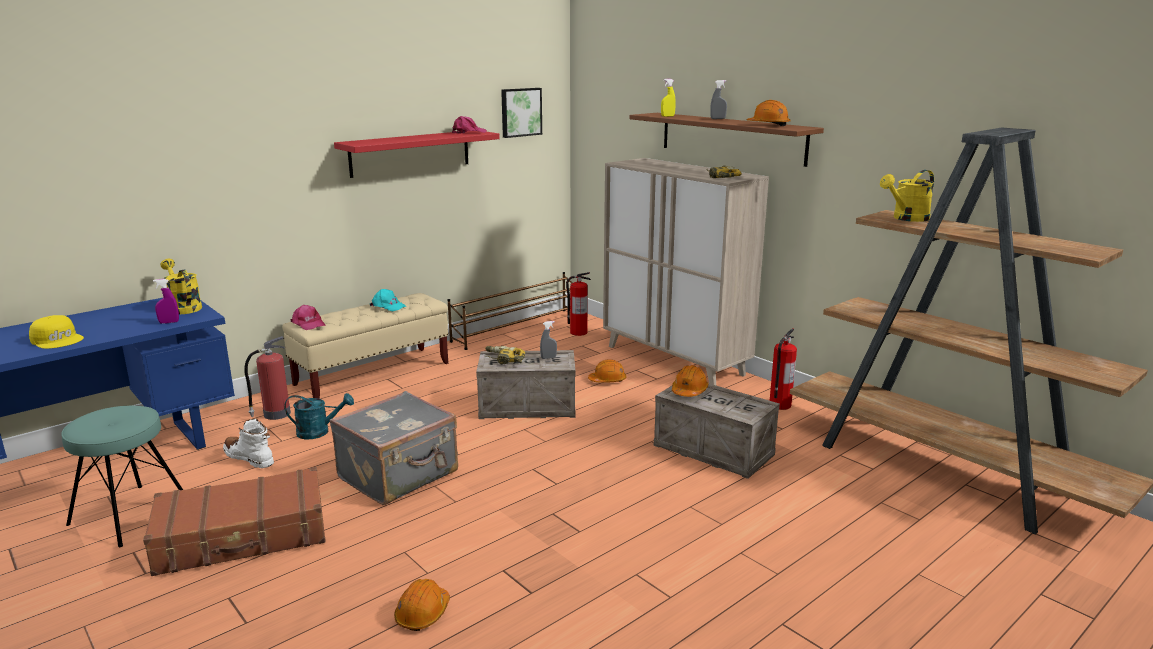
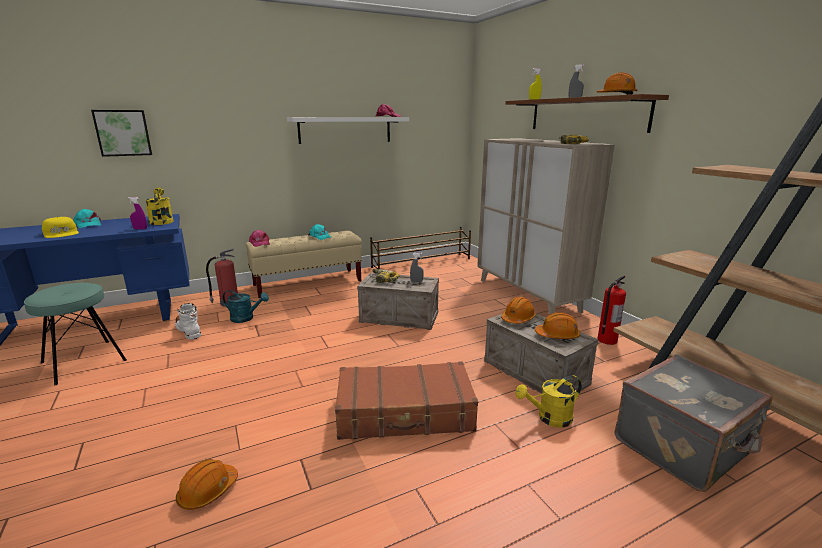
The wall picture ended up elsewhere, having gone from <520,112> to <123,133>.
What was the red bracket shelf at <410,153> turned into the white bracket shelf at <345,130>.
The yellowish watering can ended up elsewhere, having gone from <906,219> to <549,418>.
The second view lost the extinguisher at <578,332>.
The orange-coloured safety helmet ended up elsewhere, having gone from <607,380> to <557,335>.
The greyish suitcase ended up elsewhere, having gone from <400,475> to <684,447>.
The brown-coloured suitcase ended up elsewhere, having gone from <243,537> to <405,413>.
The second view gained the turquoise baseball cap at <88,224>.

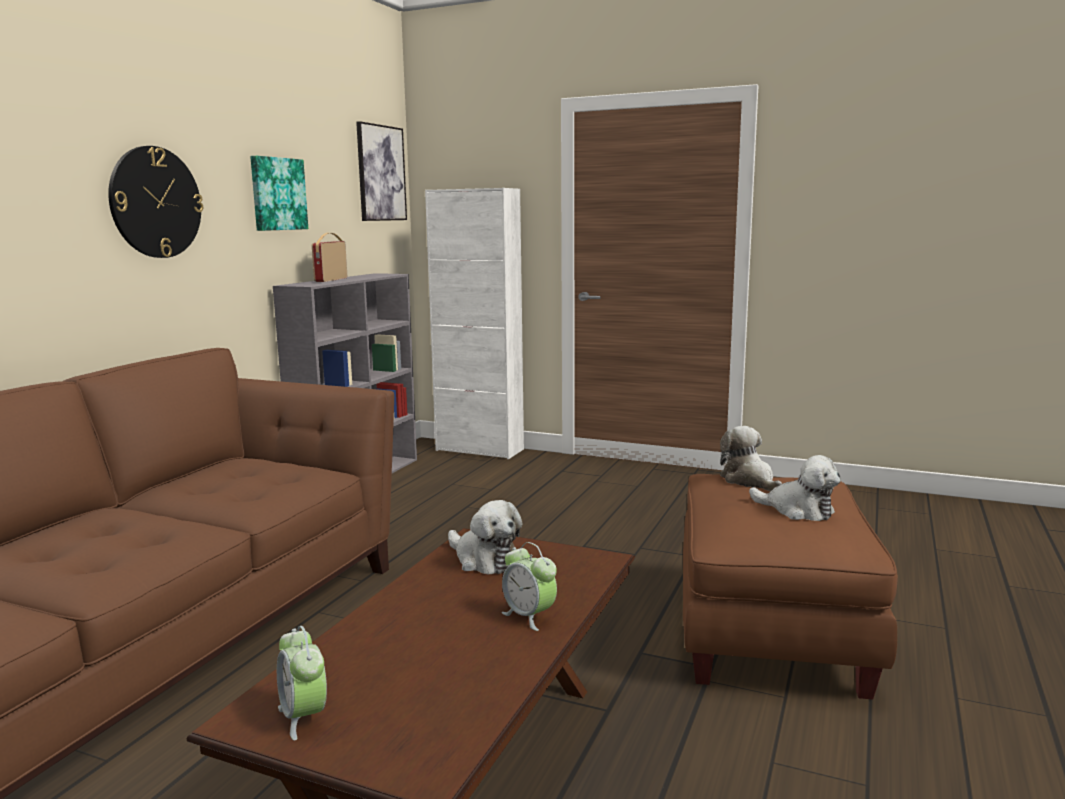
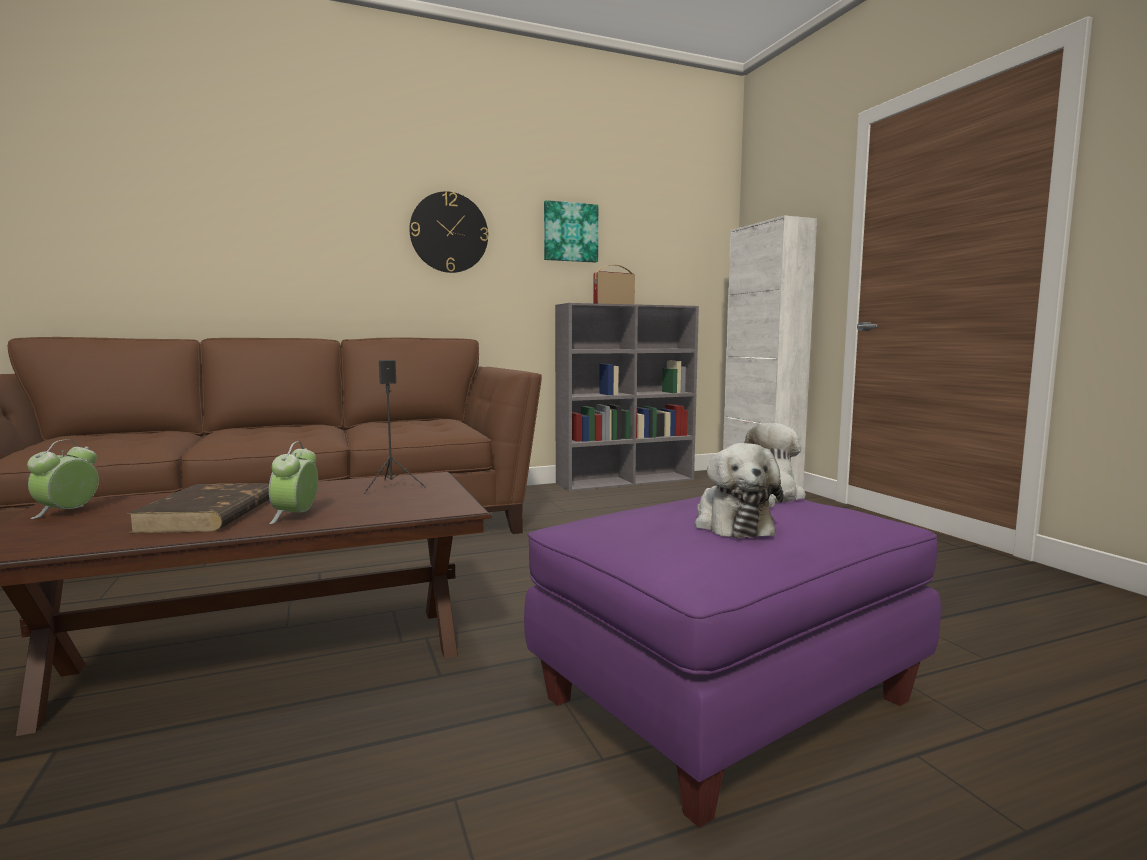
The second view lost the wall picture at <381,173>.
What was the brown-coloured ottoman at <768,631> turned into the purple-coloured ottoman at <726,698>.
Where the soft toy stood at <484,560>, the black speaker came to stand at <392,486>.
The second view gained the brown-coloured book at <208,515>.

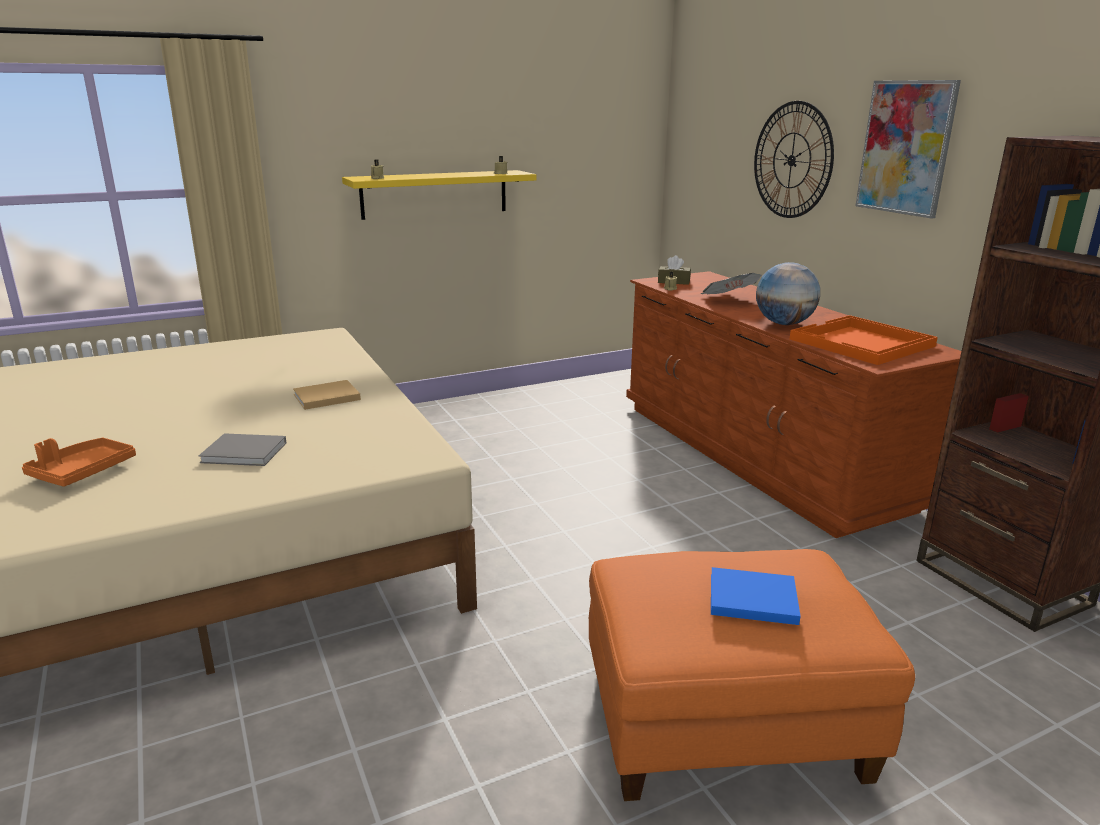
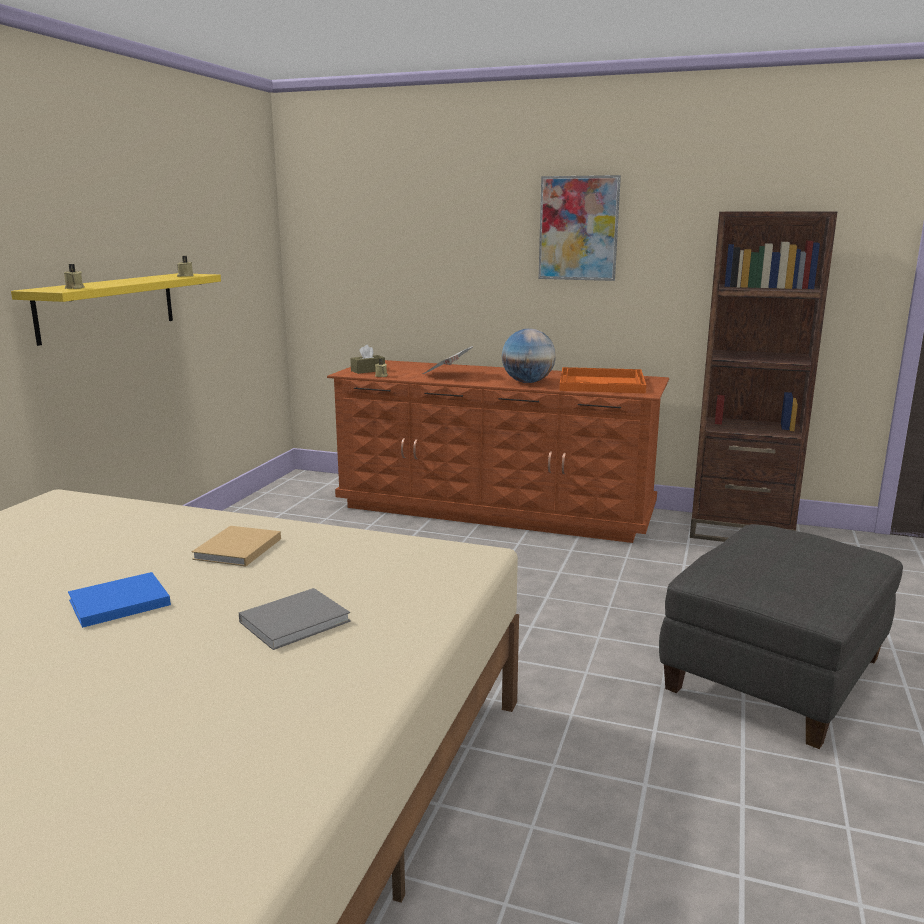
The second view lost the hanging clock at <792,160>.
The second view lost the orange-coloured tray at <82,472>.
What was the orange-coloured ottoman at <725,722> turned into the greyish ottoman at <774,674>.
The blue-coloured book ended up elsewhere, having gone from <749,598> to <116,603>.

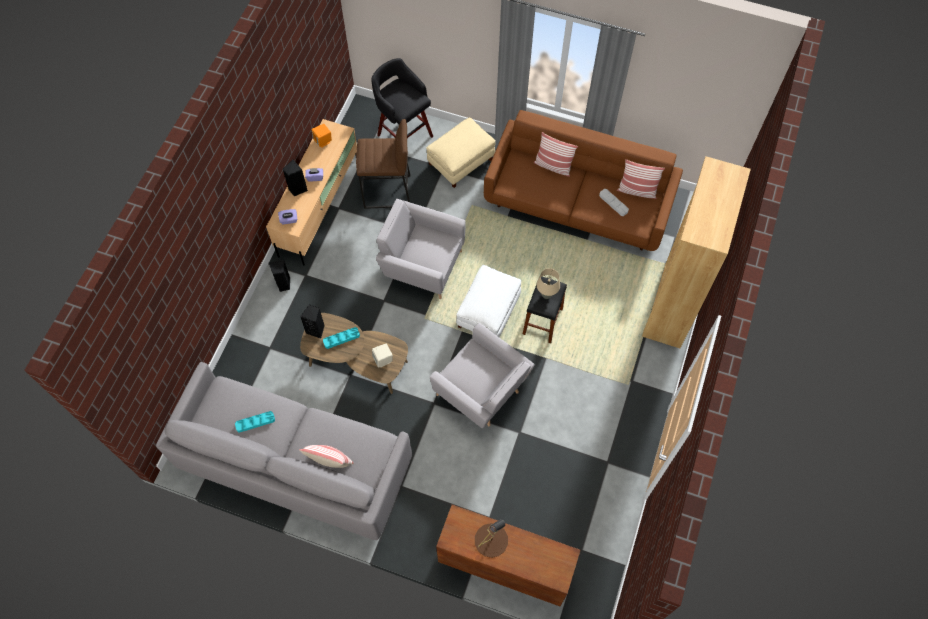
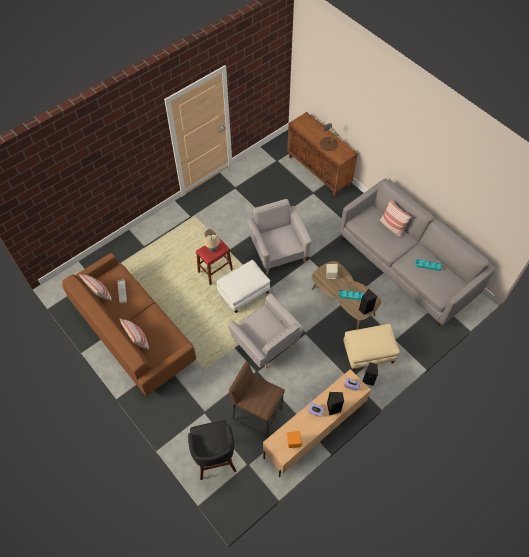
The beige-coloured ottoman ended up elsewhere, having gone from <461,162> to <368,352>.
The second view lost the brown-coloured bookcase at <671,305>.
What was the black sitting stool at <542,321> turned into the red sitting stool at <215,271>.

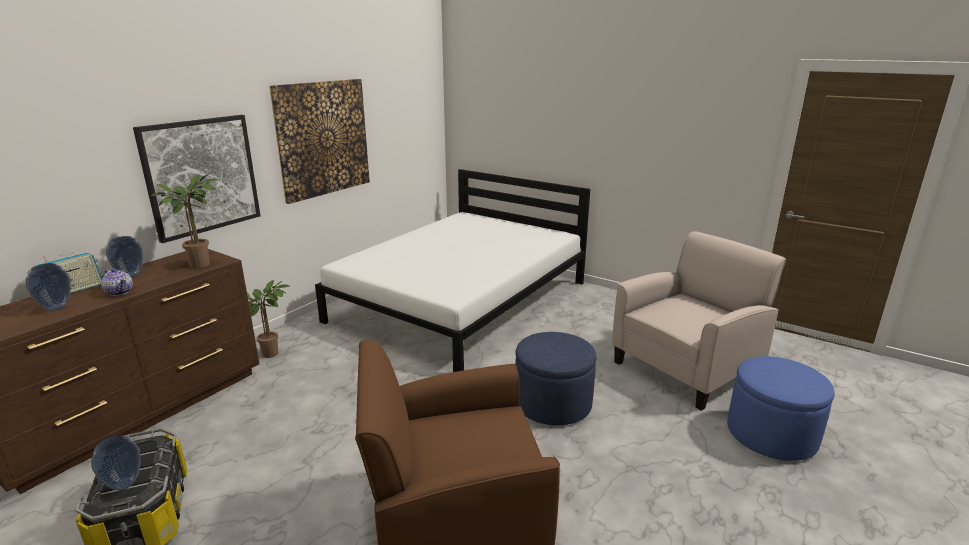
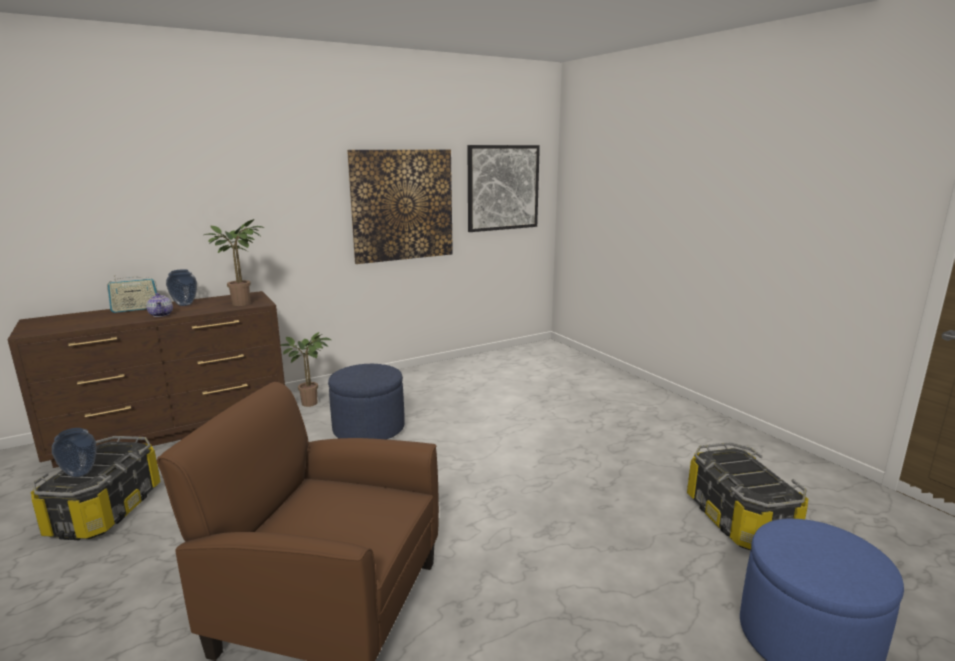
The wall picture ended up elsewhere, having gone from <202,176> to <503,187>.
The second view lost the white sleeping bed at <462,301>.
Where the beige-coloured armchair stood at <686,368>, the storage box came to stand at <740,520>.
The second view lost the flower vase at <57,307>.
The blue-coloured ottoman ended up elsewhere, having gone from <552,403> to <369,428>.

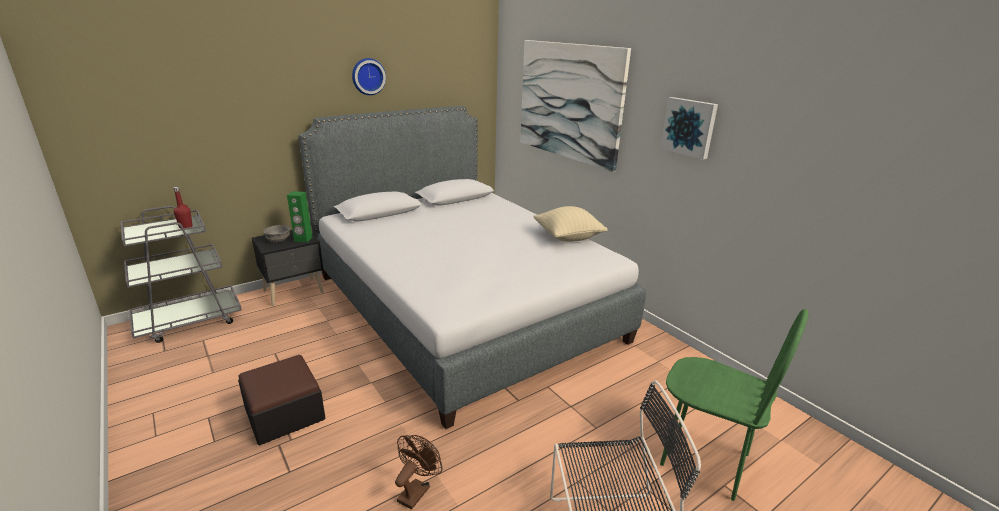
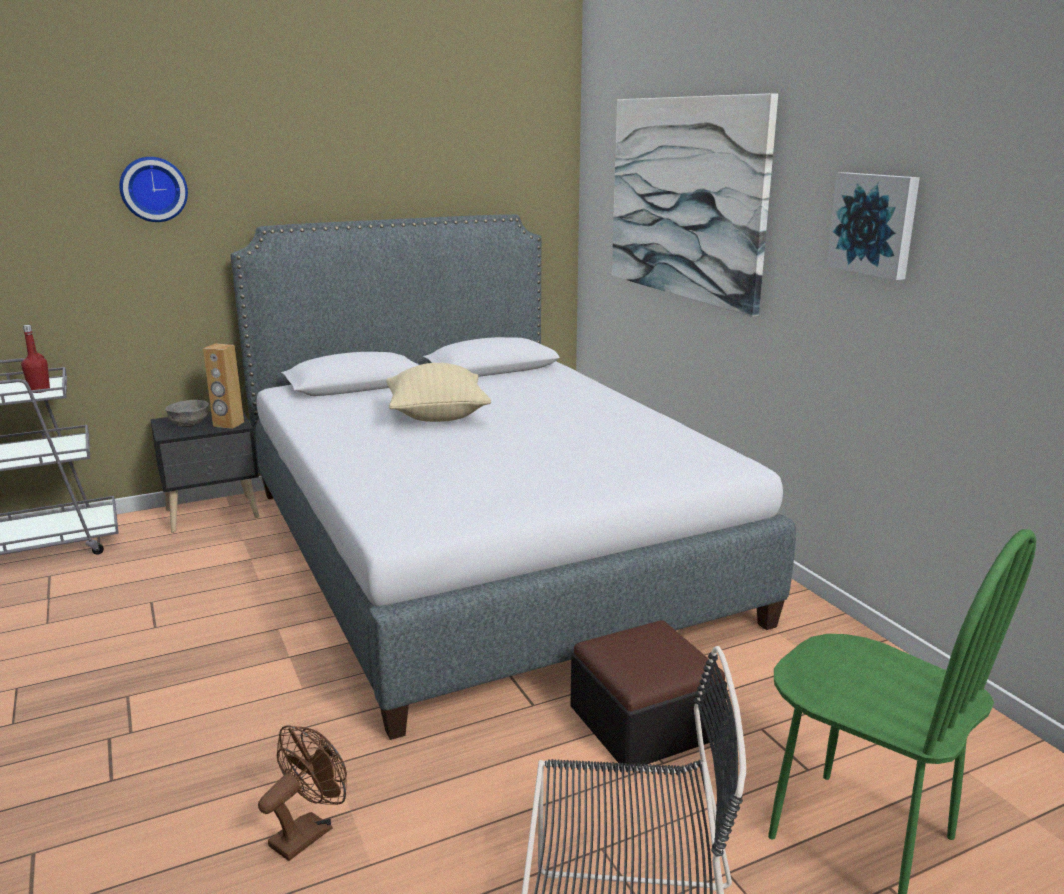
The hanging clock ended up elsewhere, having gone from <368,76> to <153,189>.
What was the greenish speaker at <303,239> turned into the brown-coloured speaker at <228,424>.
The beige-coloured pillow ended up elsewhere, having gone from <568,237> to <437,416>.
The ottoman ended up elsewhere, having gone from <284,413> to <644,722>.

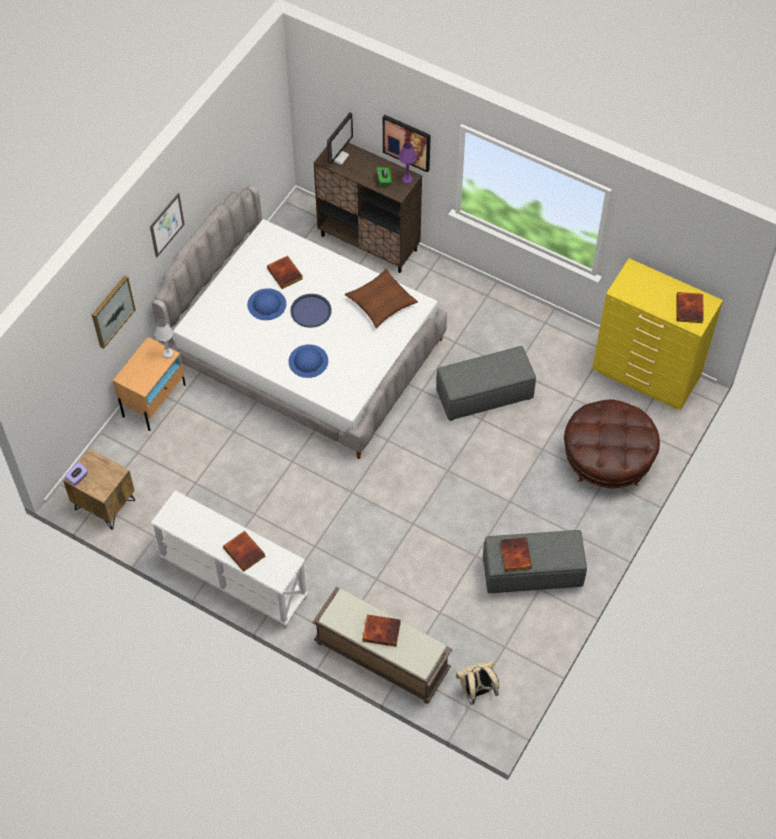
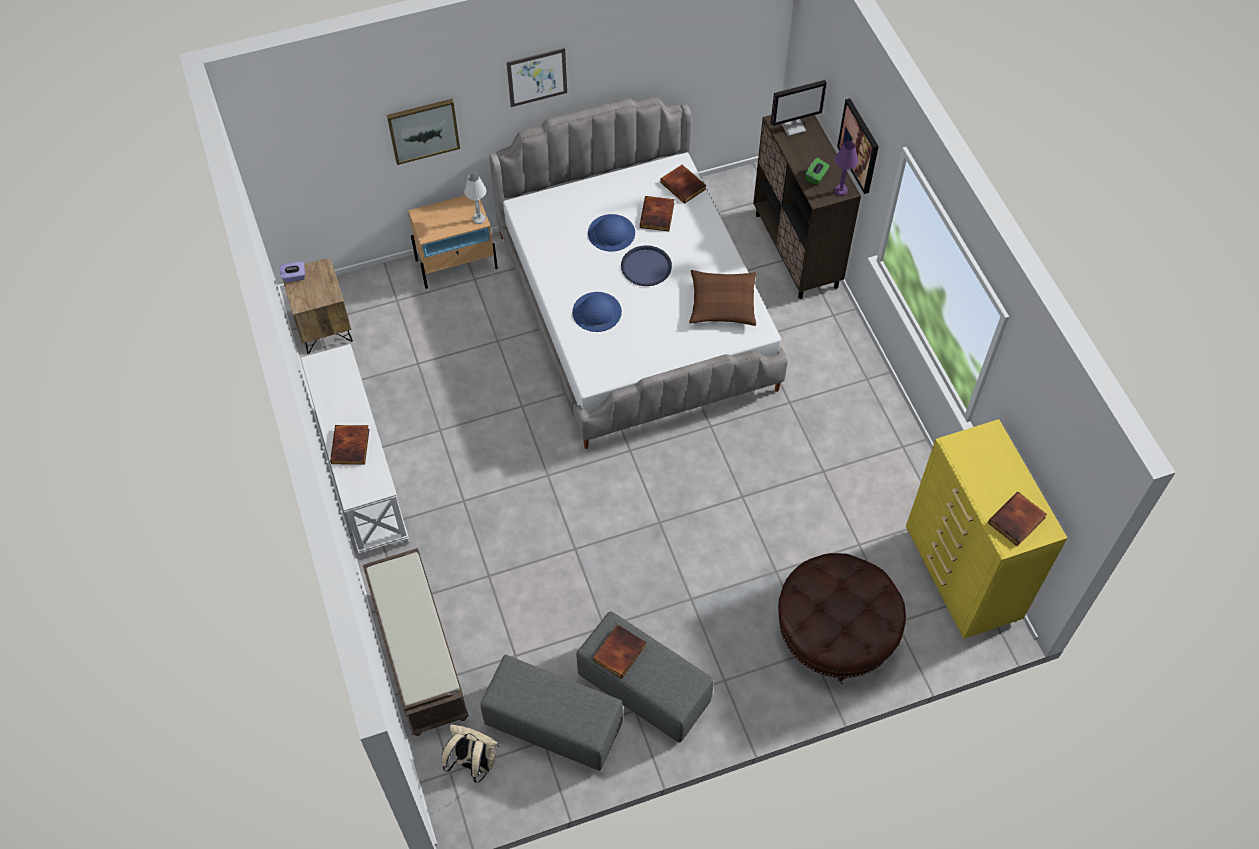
The greyish ottoman ended up elsewhere, having gone from <483,395> to <552,723>.
The book ended up elsewhere, having gone from <382,630> to <684,185>.

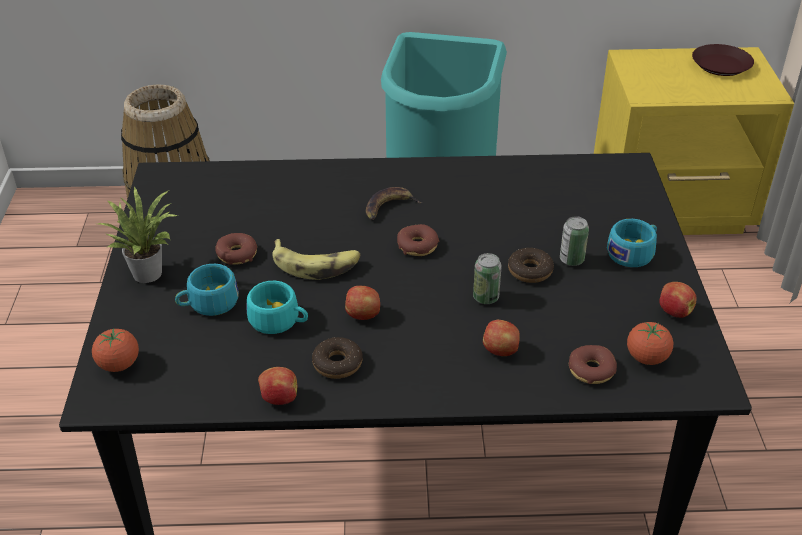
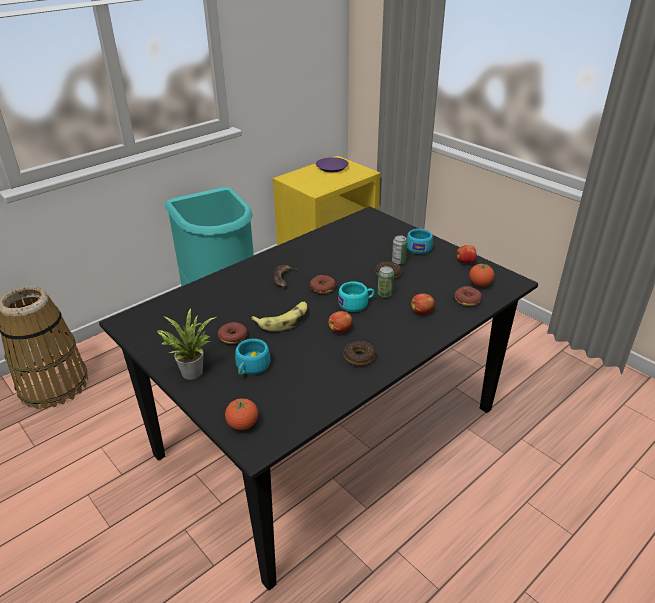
What was the brown-coloured plate at <721,65> turned into the purple-coloured plate at <332,167>.
The turquoise small cup ended up elsewhere, having gone from <279,321> to <356,304>.
The second view lost the apple fruit at <278,398>.

